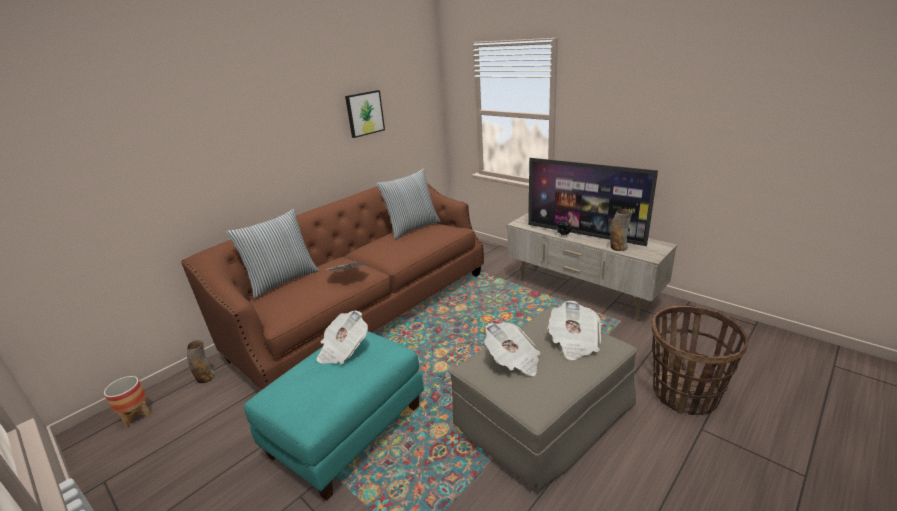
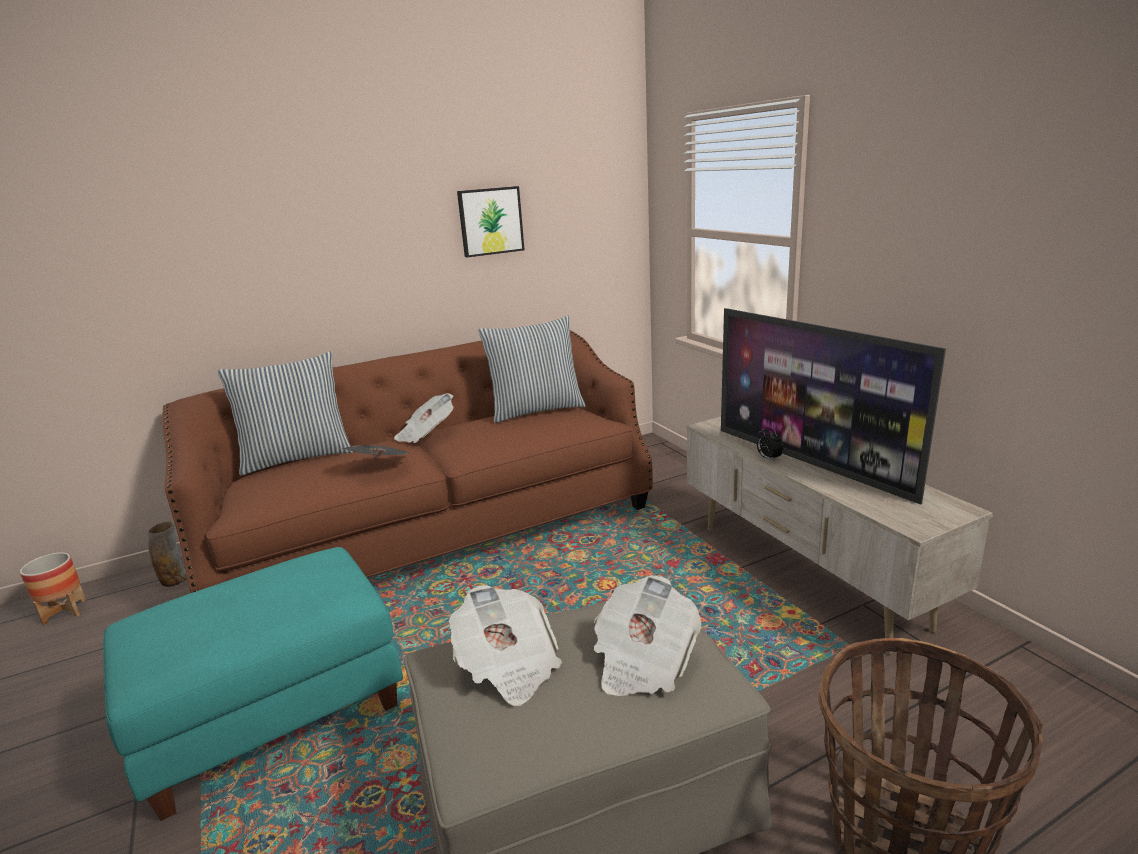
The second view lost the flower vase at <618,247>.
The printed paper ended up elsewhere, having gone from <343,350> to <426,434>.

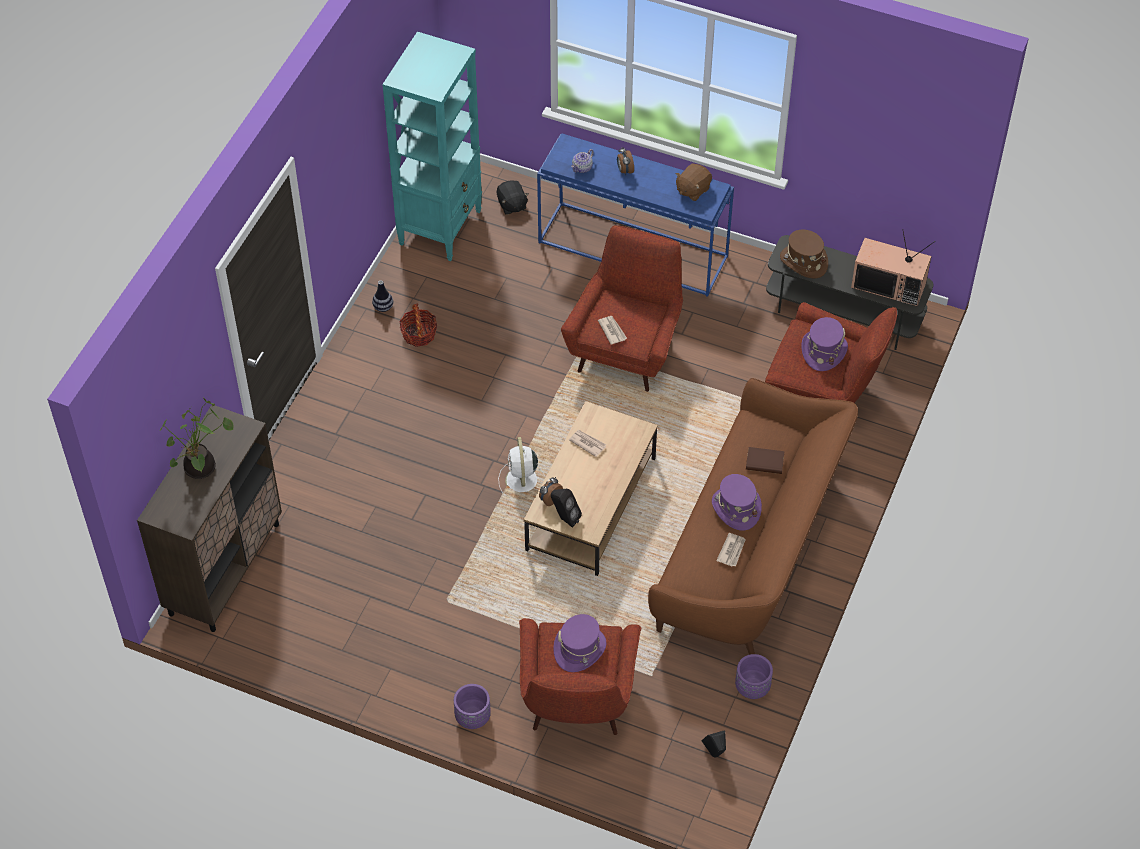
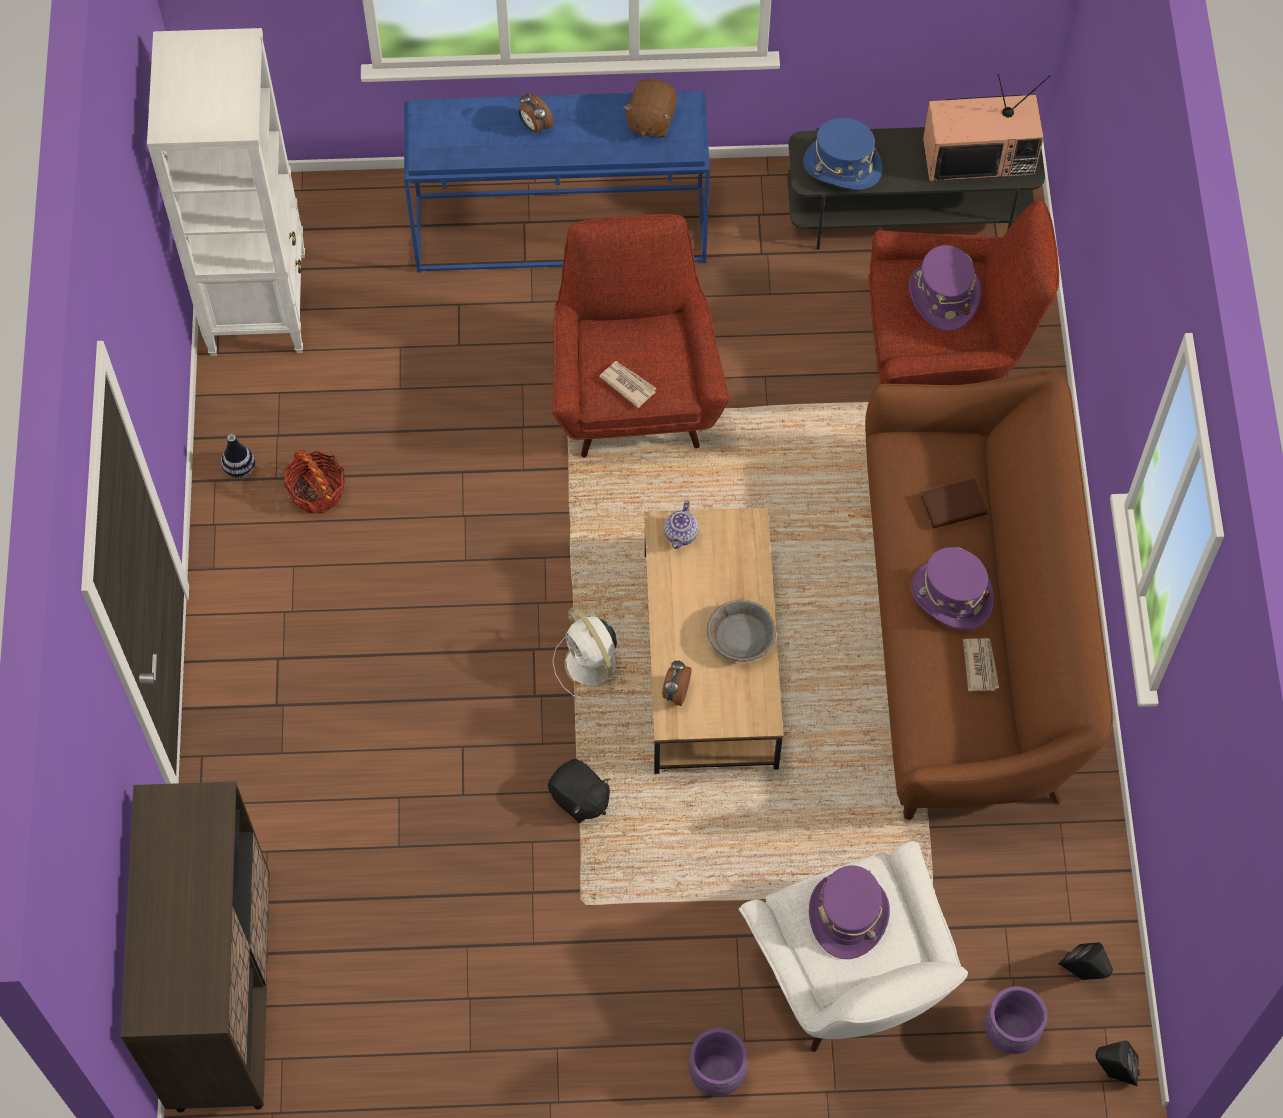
What was the turquoise bookcase at <441,227> turned into the white bookcase at <258,302>.
The teapot ended up elsewhere, having gone from <582,168> to <681,533>.
The black soft toy ended up elsewhere, having gone from <511,205> to <579,799>.
What was the brown-coloured clothing hat at <803,262> turned into the blue-coloured clothing hat at <842,166>.
The second view lost the plant in a pot at <201,470>.
The second view lost the printed paper at <587,443>.
The black speaker ended up elsewhere, having gone from <565,518> to <1112,1072>.
What was the red armchair at <576,703> turned into the white armchair at <852,982>.
The purple-coloured plant pot ended up elsewhere, having gone from <752,688> to <1011,1031>.
The second view gained the greyish deep dish at <741,637>.

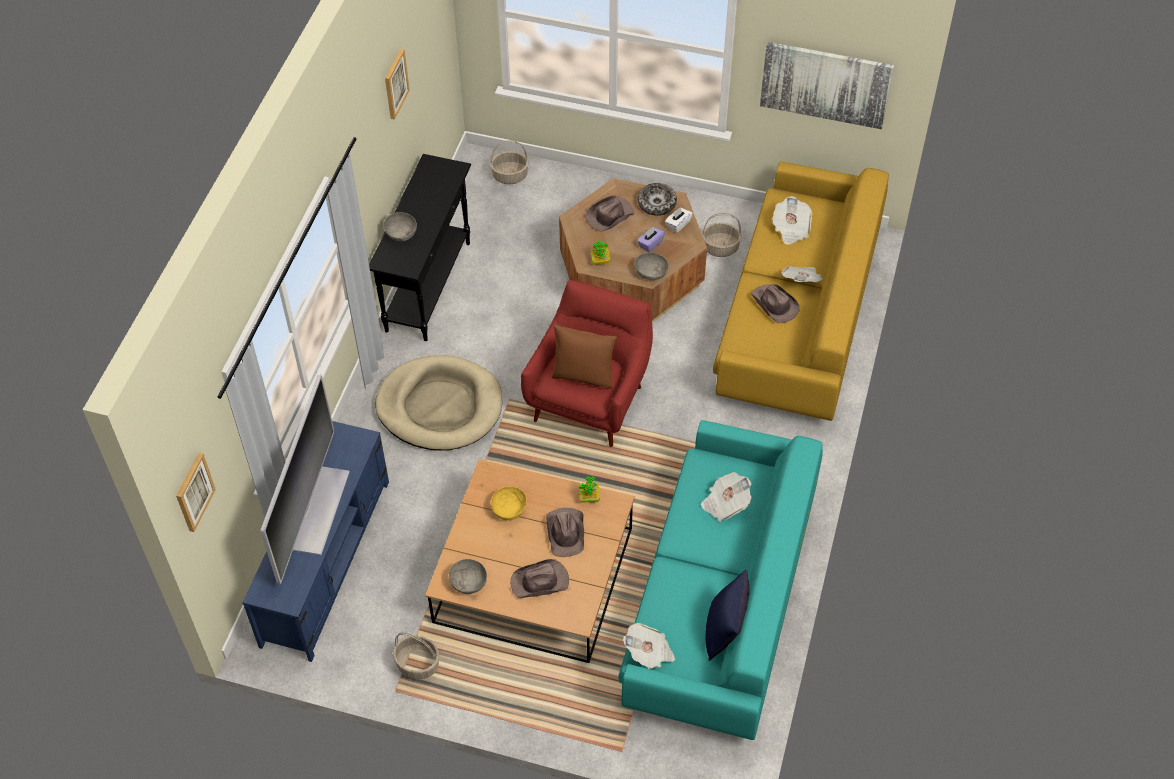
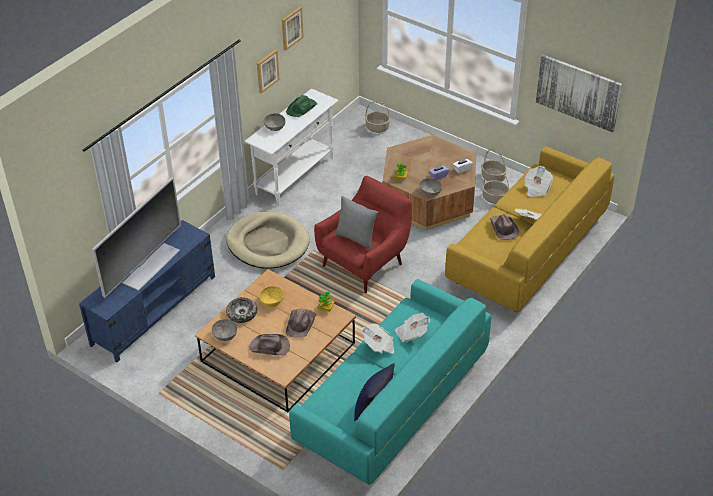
What was the black narrow table at <429,286> turned into the white narrow table at <295,176>.
The deep dish ended up elsewhere, having gone from <657,203> to <242,313>.
The second view lost the brown-coloured clothing hat at <609,216>.
What was the brown-coloured pillow at <583,375> turned into the greyish pillow at <356,238>.
The wall picture ended up elsewhere, having gone from <194,492> to <267,71>.
The printed paper ended up elsewhere, having gone from <649,653> to <379,345>.
The household basket ended up elsewhere, having gone from <418,664> to <493,177>.
The second view gained the greenish clothing hat at <302,108>.

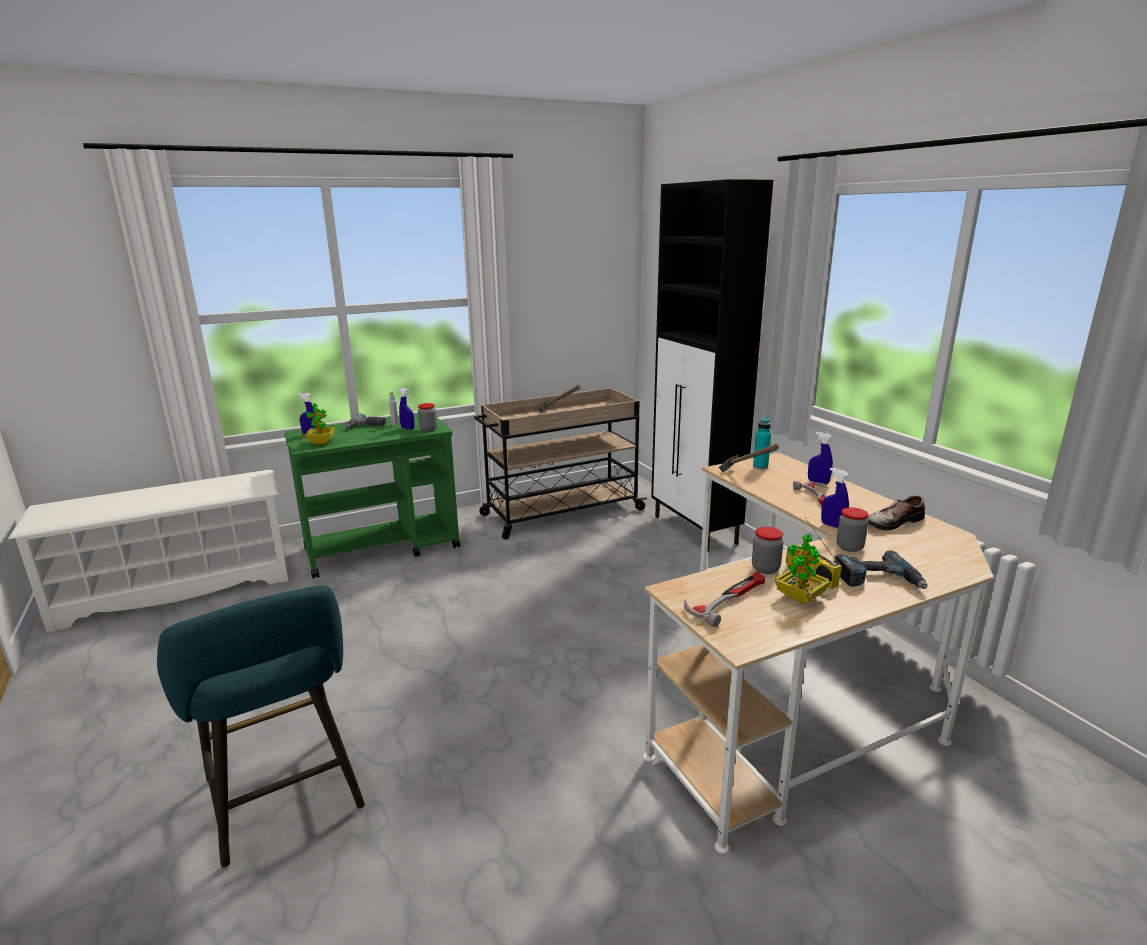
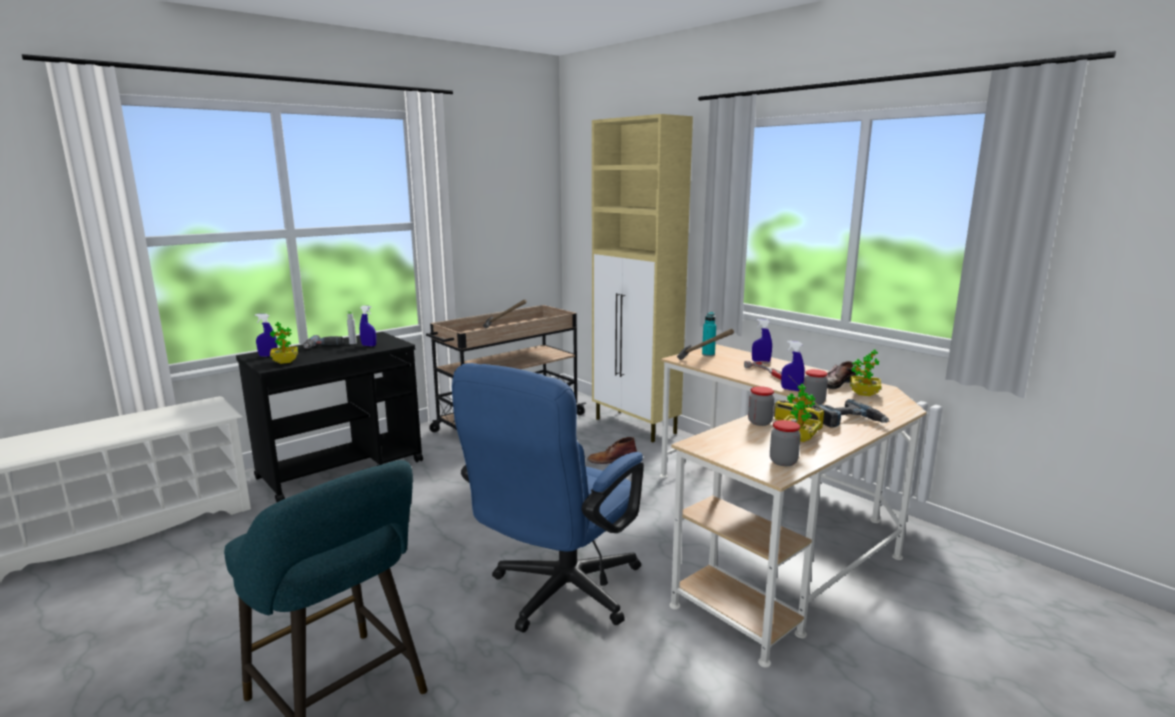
What was the black storage cabinet at <695,530> turned into the beige-coloured storage cabinet at <636,426>.
The jar ended up elsewhere, having gone from <428,429> to <783,462>.
What was the greenish wheeled cart at <383,548> turned into the black wheeled cart at <342,469>.
The second view lost the hammer at <727,599>.
The second view gained the plant in a pot at <864,393>.
The second view gained the blue-coloured desk chair at <557,595>.
The second view gained the brown-coloured boot at <612,460>.

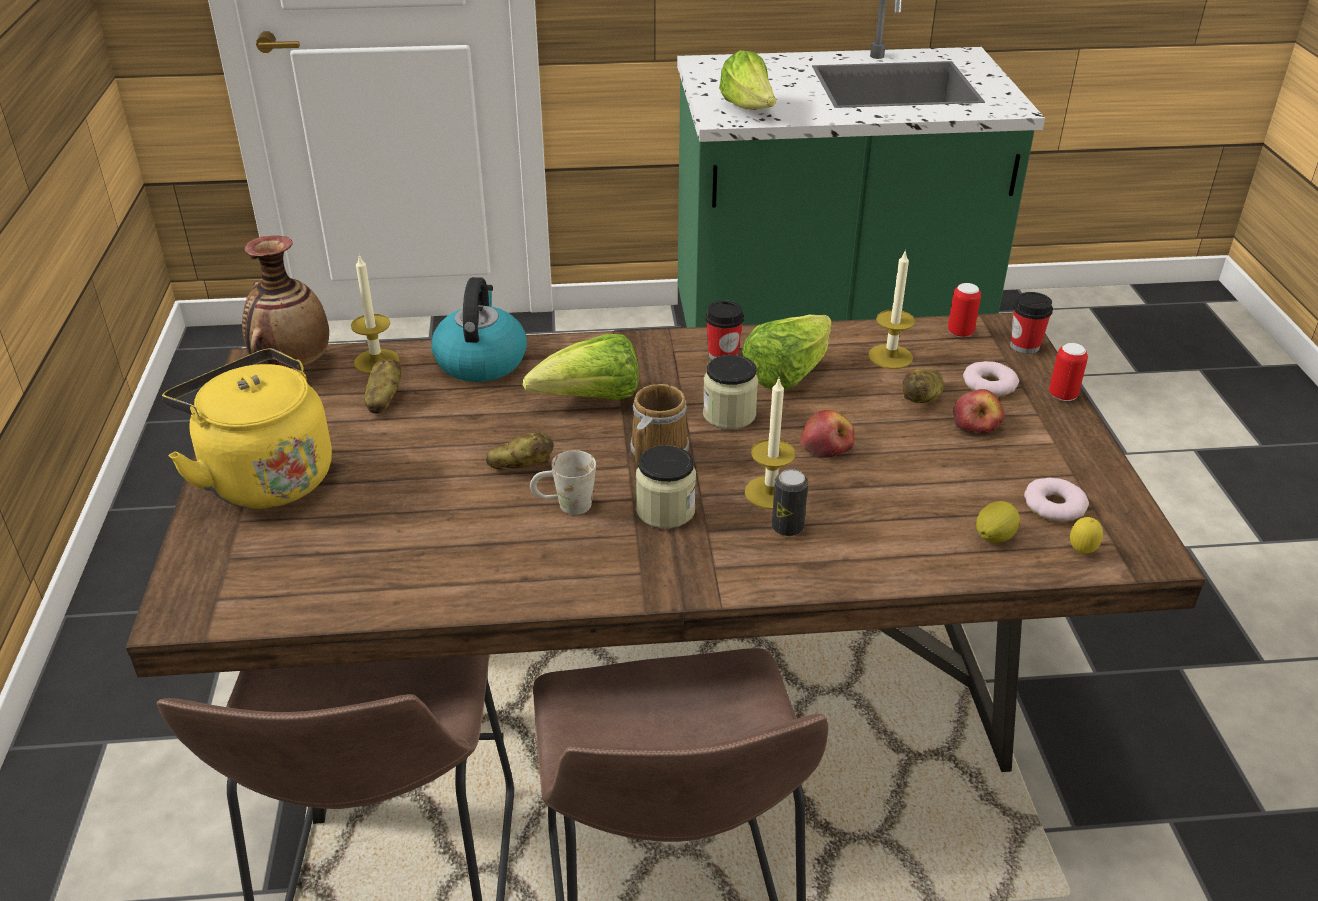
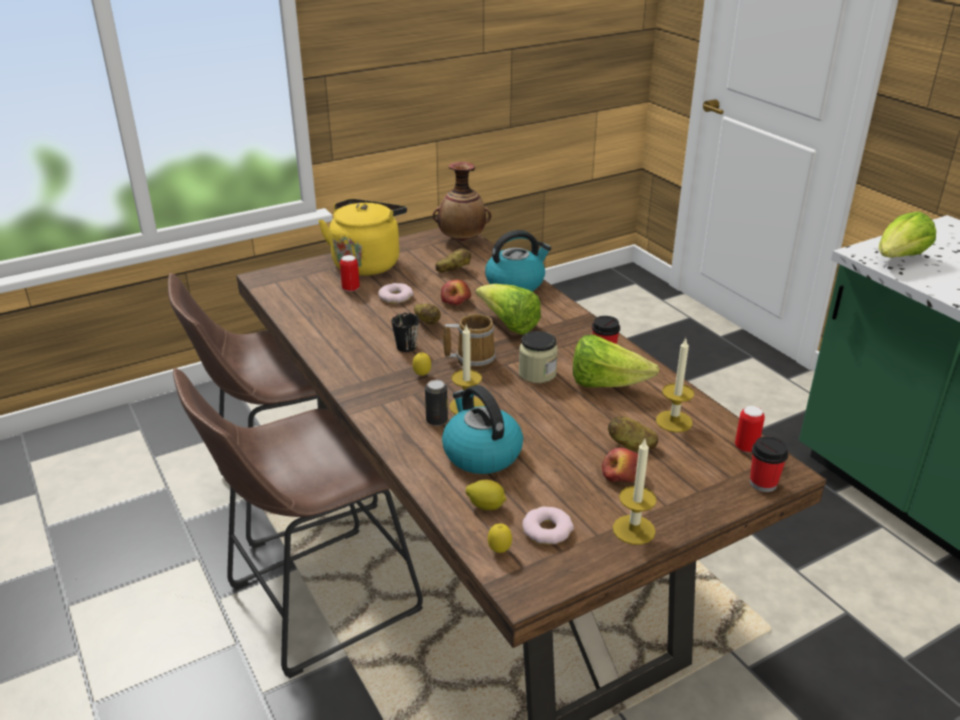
The wax light ended up elsewhere, having gone from <376,361> to <634,530>.
The sealed can ended up elsewhere, having gone from <1062,395> to <351,289>.
The donut ended up elsewhere, having gone from <989,384> to <396,297>.
The apple fruit ended up elsewhere, having gone from <826,445> to <456,301>.
Where the jar stood at <665,510>, the whole lemon came to stand at <422,375>.
What was the white mug at <564,505> turned into the black mug at <403,344>.
The second view gained the tea kettle at <481,453>.

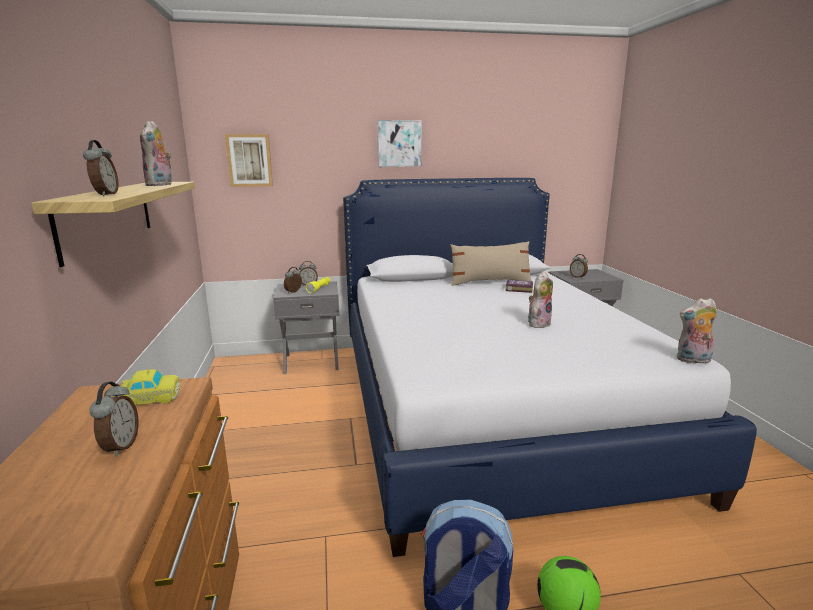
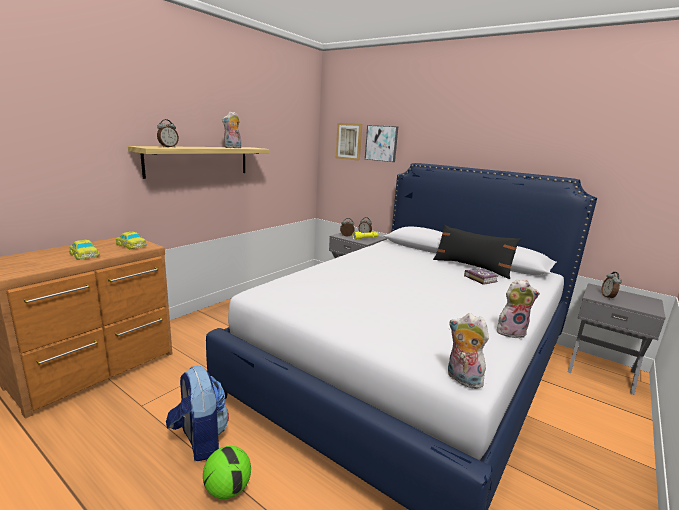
The wall picture ended up elsewhere, having gone from <399,143> to <381,143>.
What was the beige-coloured pillow at <490,282> turned into the black pillow at <471,267>.
The soft toy ended up elsewhere, having gone from <538,323> to <511,332>.
Where the alarm clock stood at <120,447>, the model car came to stand at <84,255>.

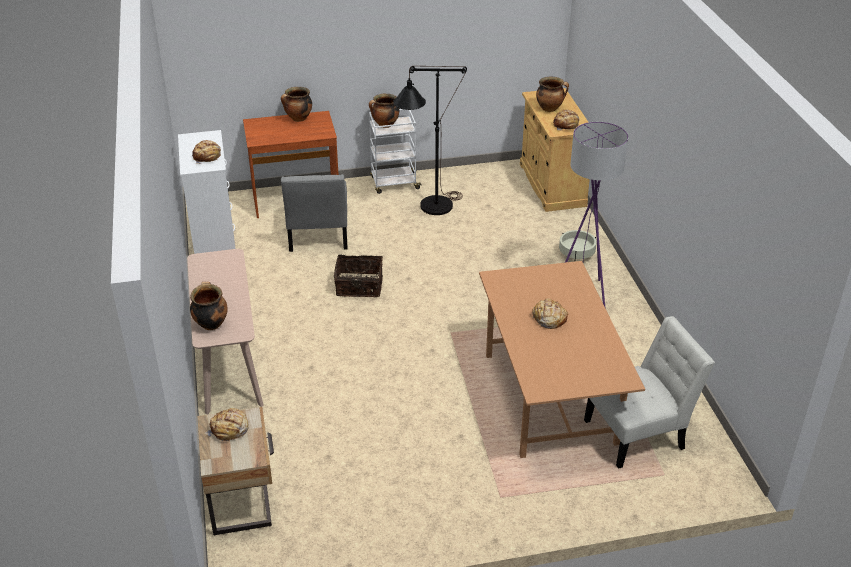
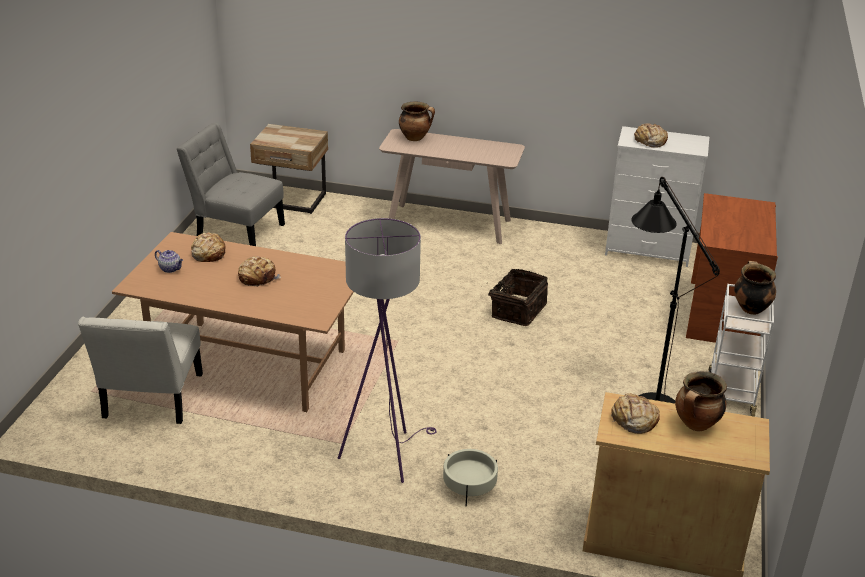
The second view lost the cooking pot at <298,119>.
The greyish upright chair ended up elsewhere, having gone from <318,236> to <236,230>.
The bread ended up elsewhere, having gone from <229,430> to <208,253>.
The second view gained the teapot at <171,269>.

